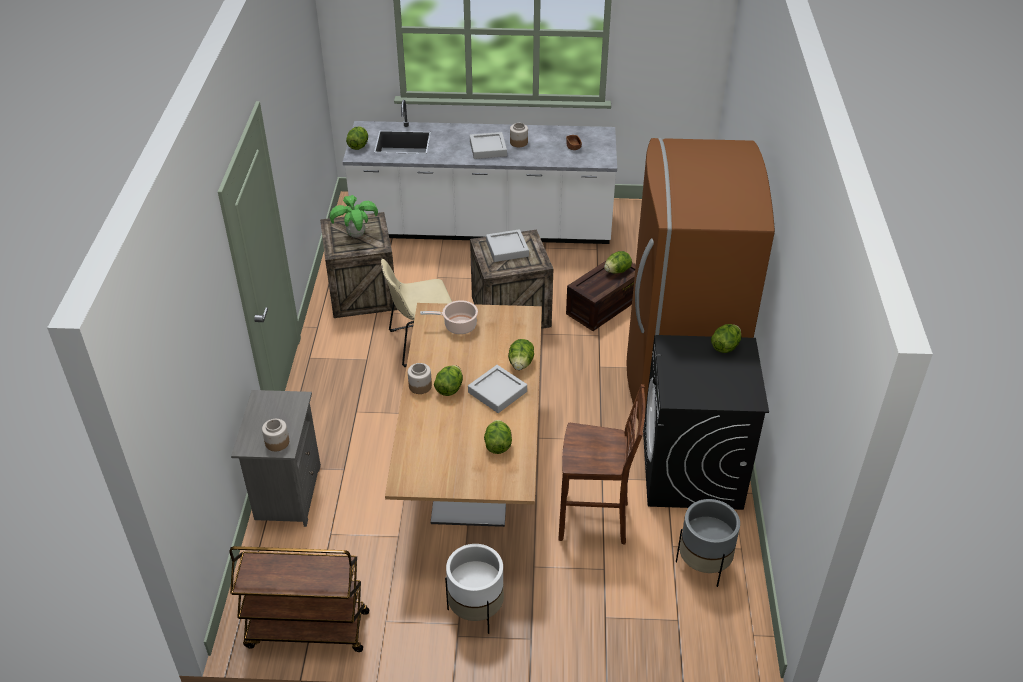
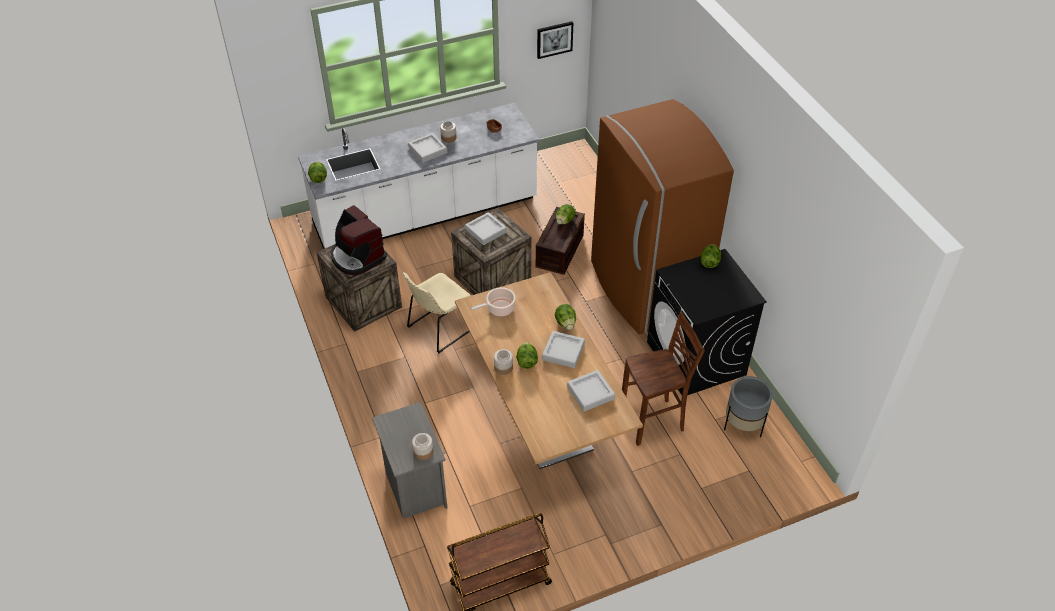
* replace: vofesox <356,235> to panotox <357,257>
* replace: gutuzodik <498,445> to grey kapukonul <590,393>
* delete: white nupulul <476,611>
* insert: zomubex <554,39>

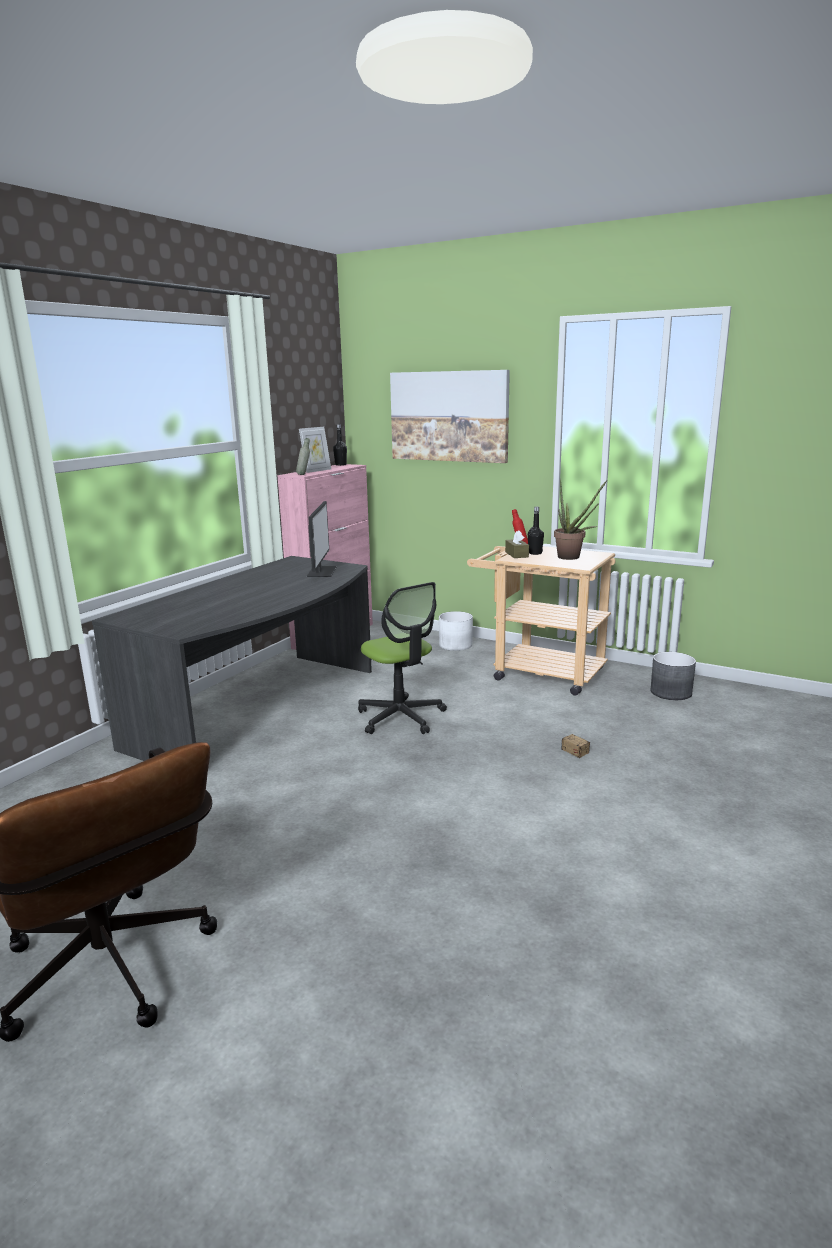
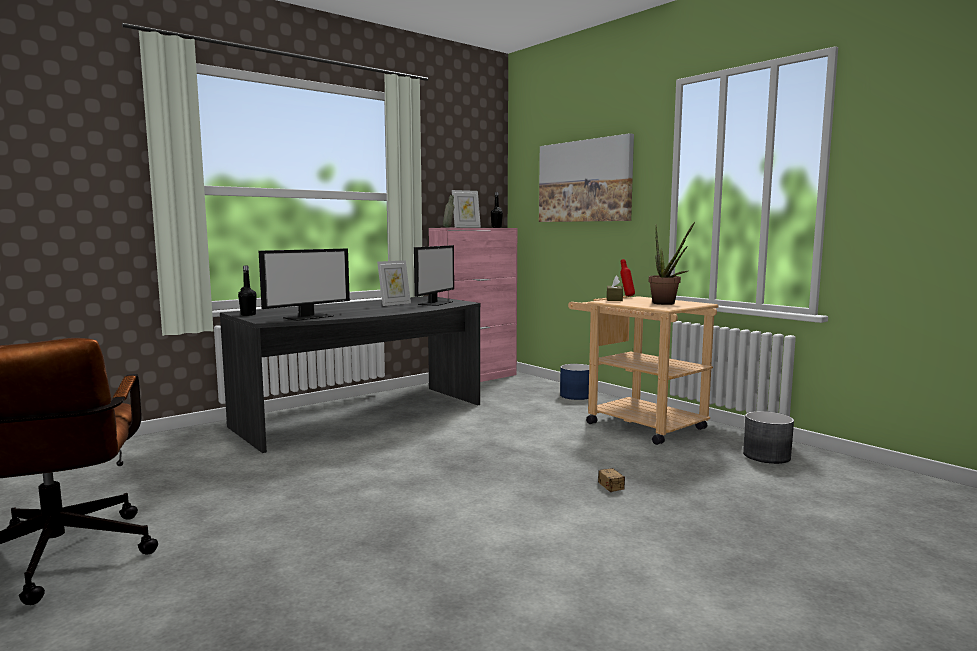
* move: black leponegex <535,553> to <248,315>
* delete: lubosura <401,717>
* recolor: white nupulul <456,645> to blue nupulul <576,395>
* insert: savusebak <308,317>
* insert: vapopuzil <394,304>

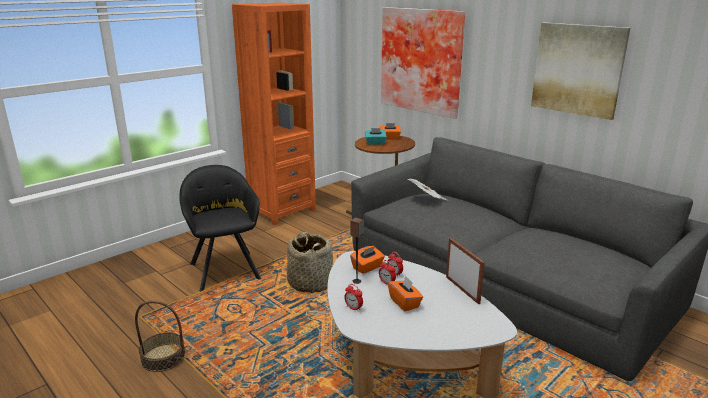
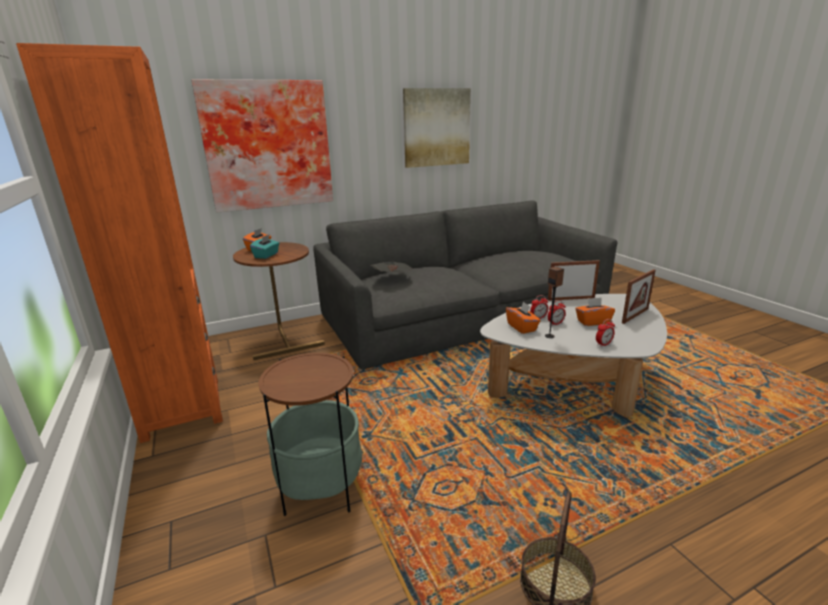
* replace: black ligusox <225,269> to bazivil <321,489>
* delete: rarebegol <310,283>
* insert: vapopuzil <635,315>

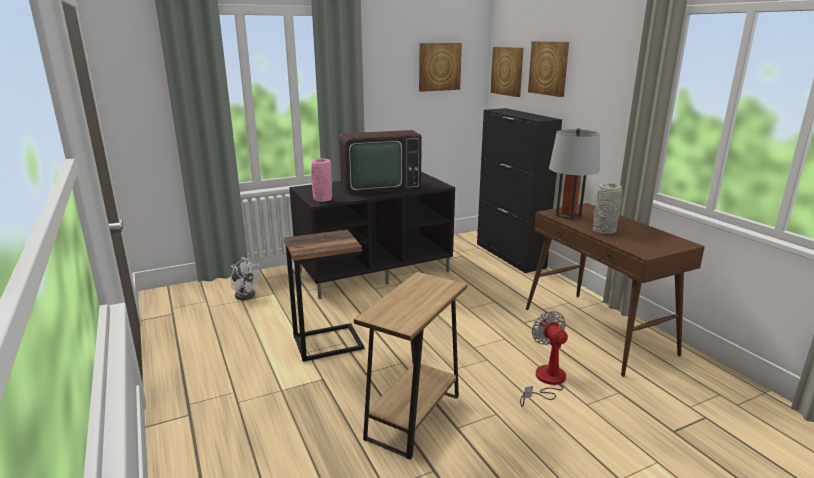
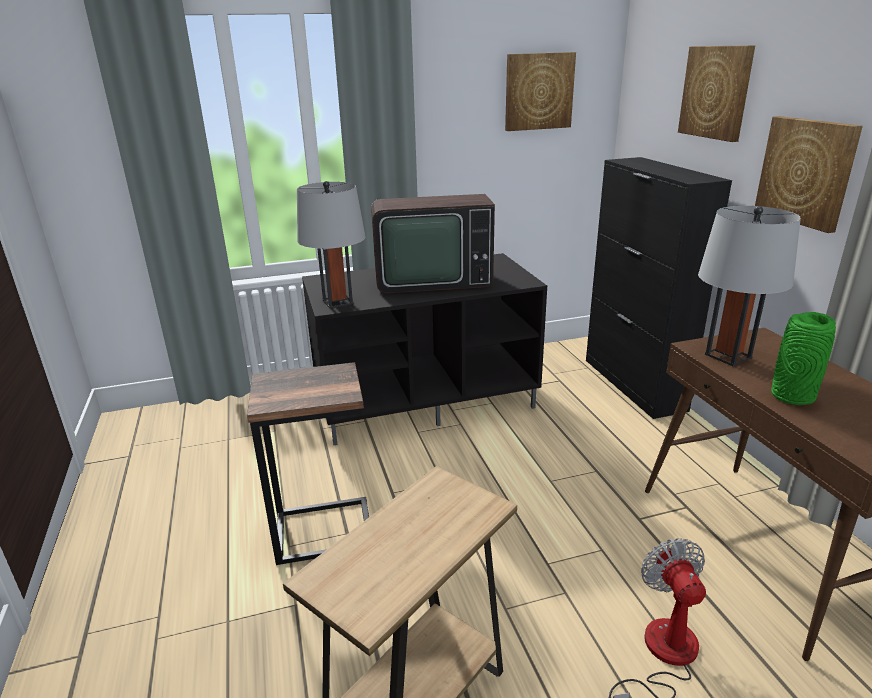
* move: zomubex <508,71> to <806,172>
* replace: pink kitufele <322,199> to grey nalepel <337,302>
* recolor: grey kitufele <603,231> to green kitufele <792,396>
* delete: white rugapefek <245,294>

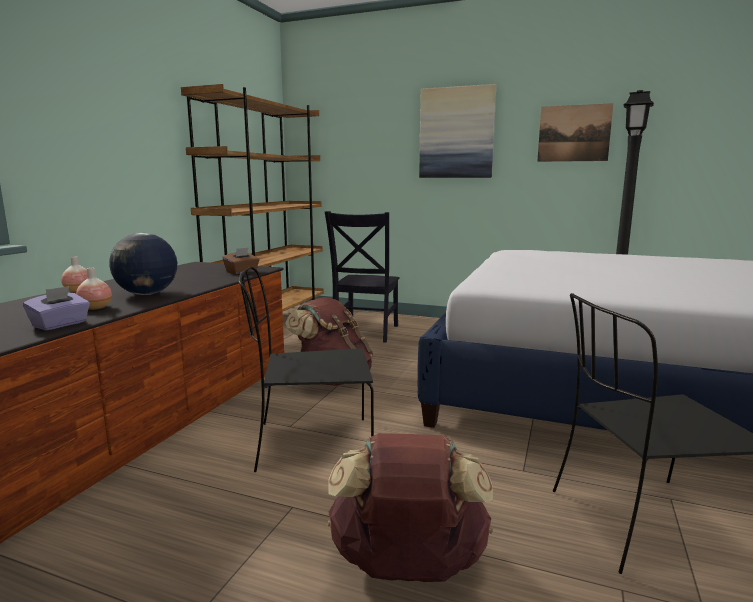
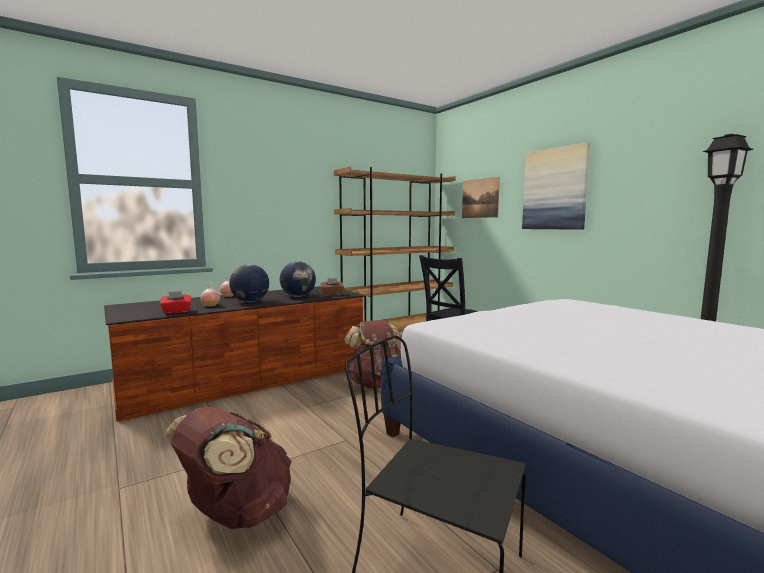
* move: zomubex <574,133> to <480,198>
* delete: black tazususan <310,444>
* recolor: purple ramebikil <60,324> to red ramebikil <176,312>
* insert: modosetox <298,296>

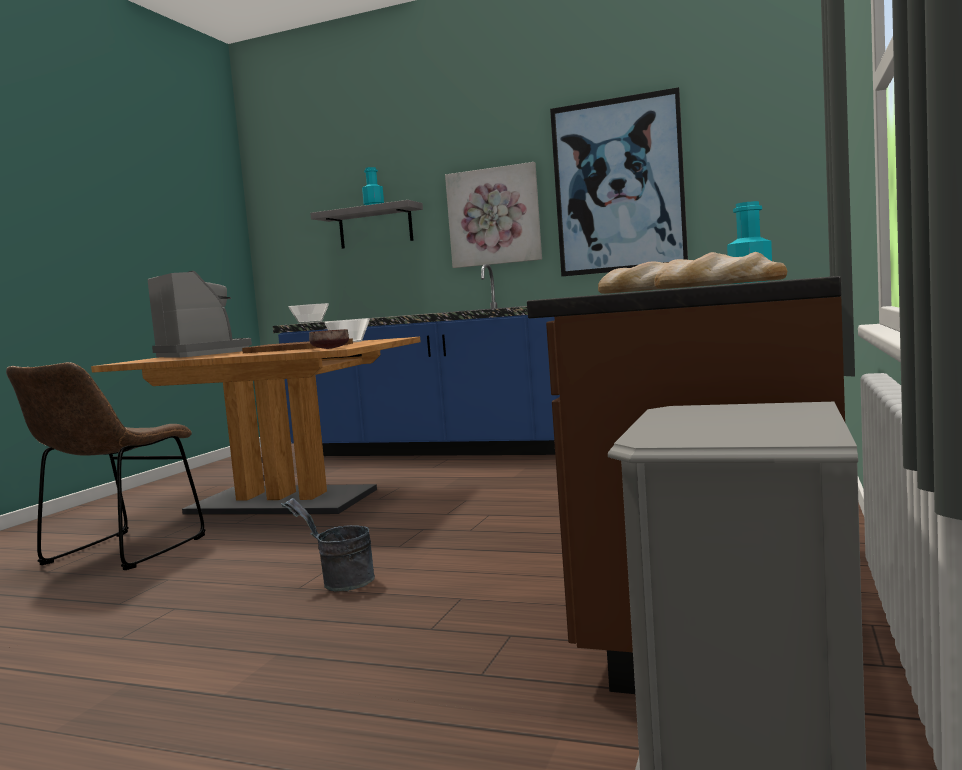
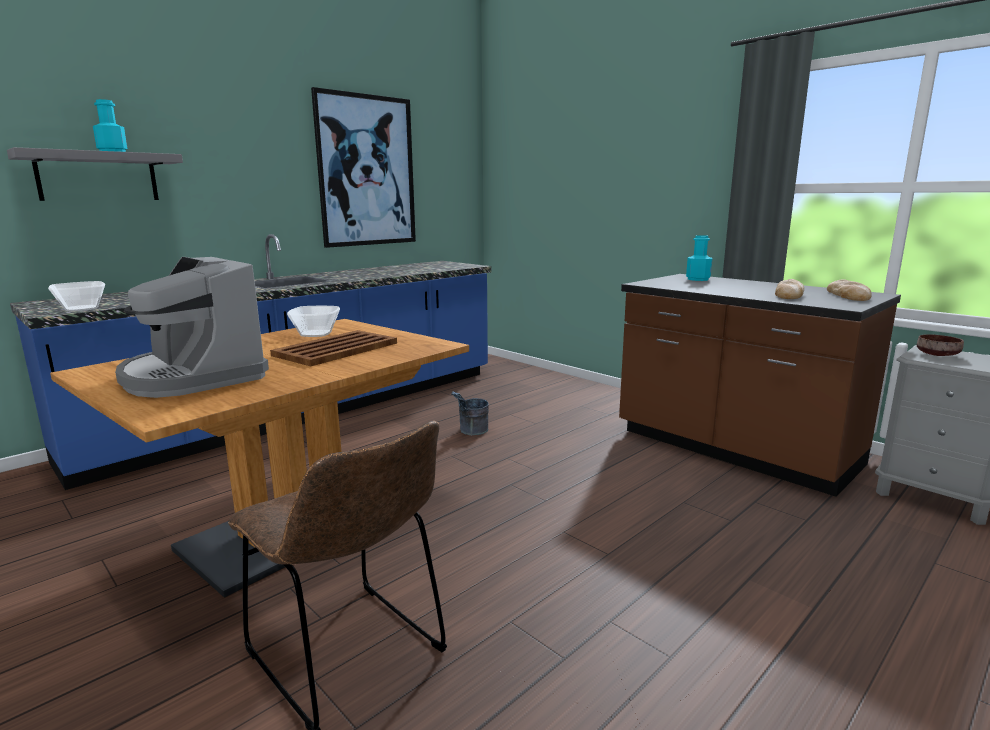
* delete: zomubex <494,216>
* rotate: panotox <205,354> = <193,376> 120 degrees counterclockwise
* move: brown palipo <331,348> to <936,354>
* move: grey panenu <339,583> to <471,432>

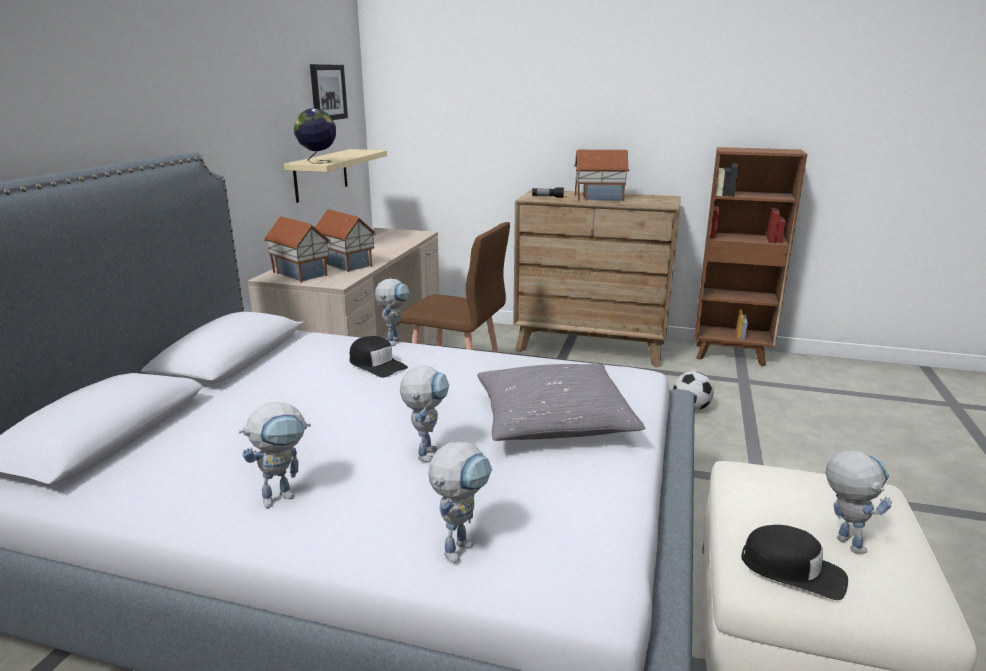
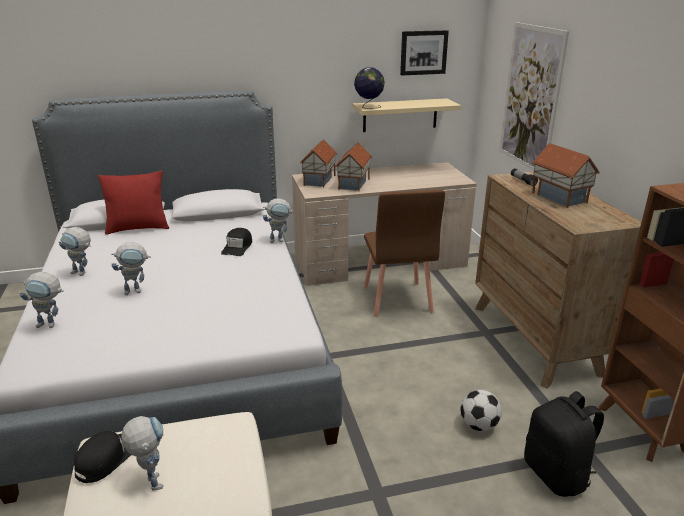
* delete: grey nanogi <553,420>
* rotate: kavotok <842,540> = <151,479> 75 degrees counterclockwise
* rotate: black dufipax <793,570> = <107,458> 150 degrees counterclockwise
* insert: zomubex <531,98>
* insert: red nanogi <138,228>
* insert: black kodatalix <557,475>

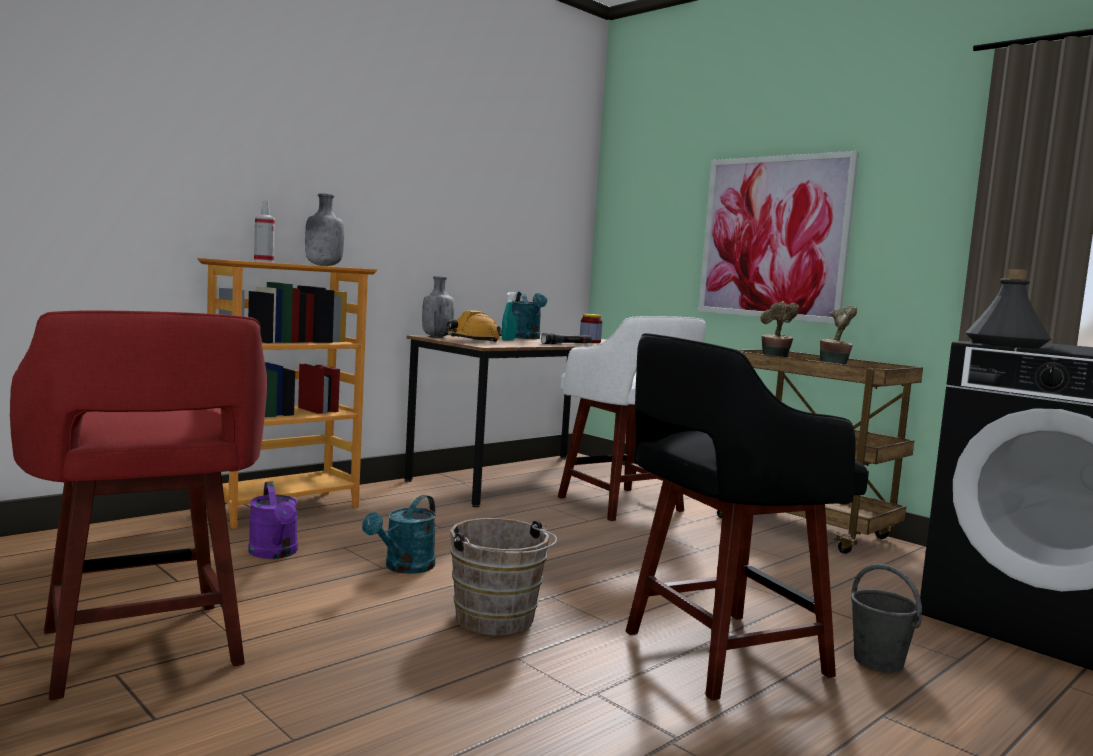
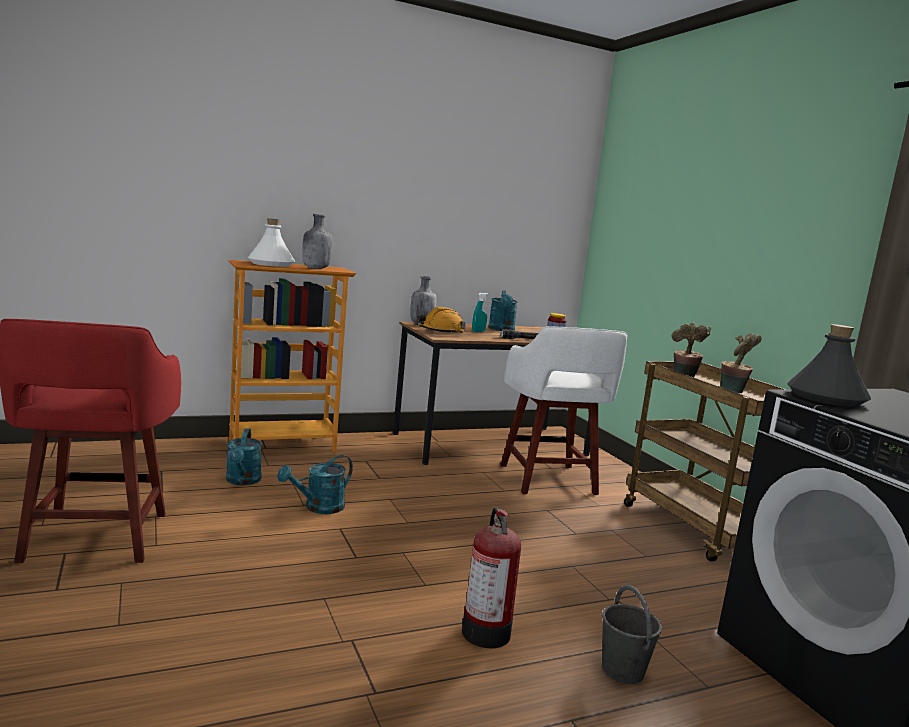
* delete: zomubex <773,237>
* replace: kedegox <264,261> to white leponegex <271,264>
* replace: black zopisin <719,654> to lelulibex <485,631>
* recolor: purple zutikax <275,554> to turquoise zutikax <242,481>
* delete: brown panenu <497,621>

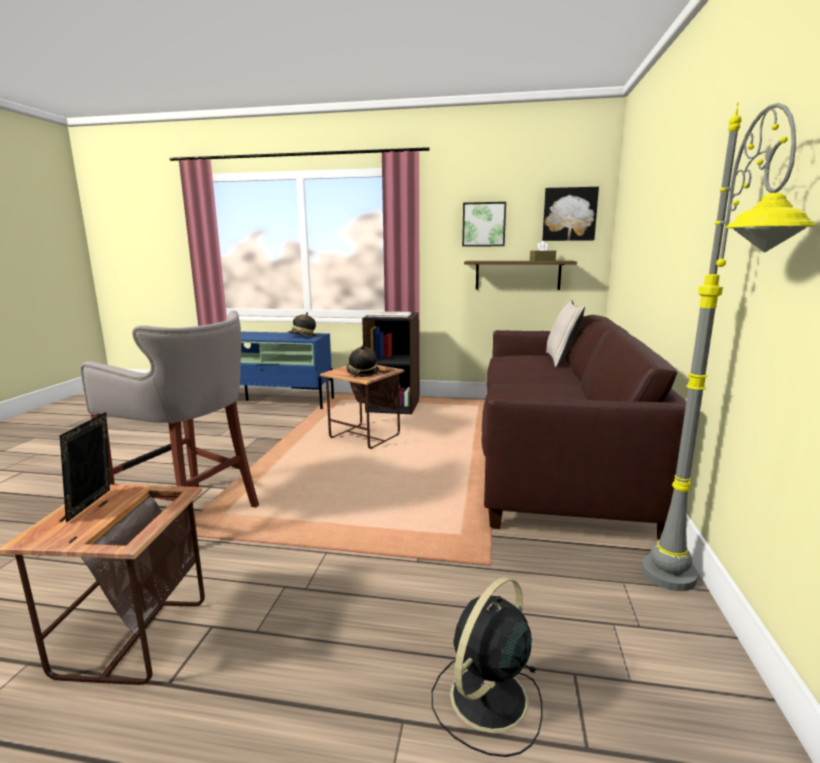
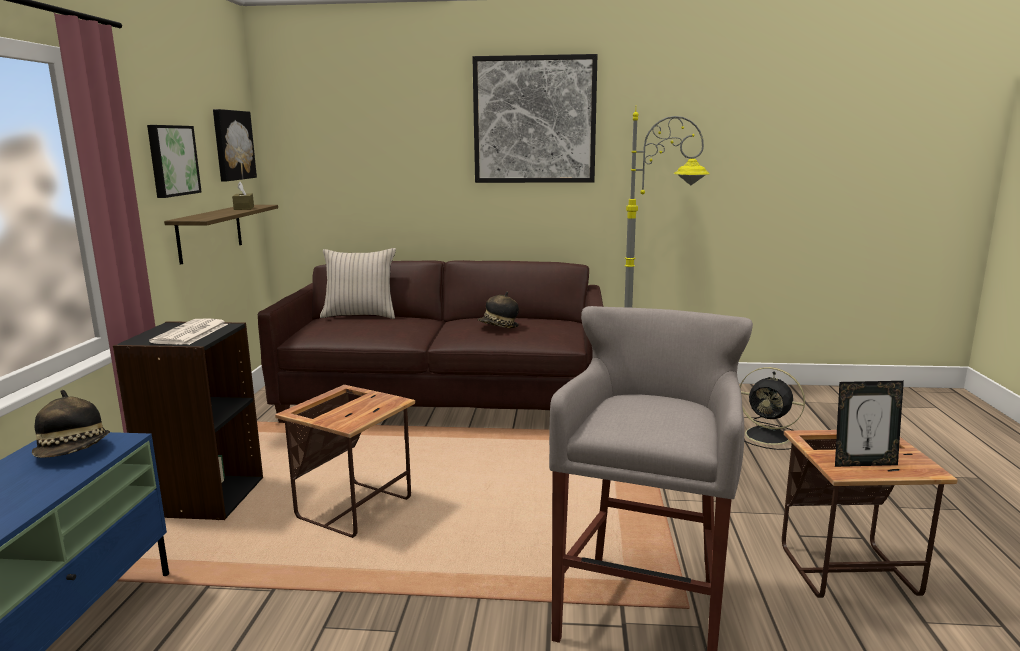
* move: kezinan <362,373> to <498,327>
* insert: zomubex <534,120>

